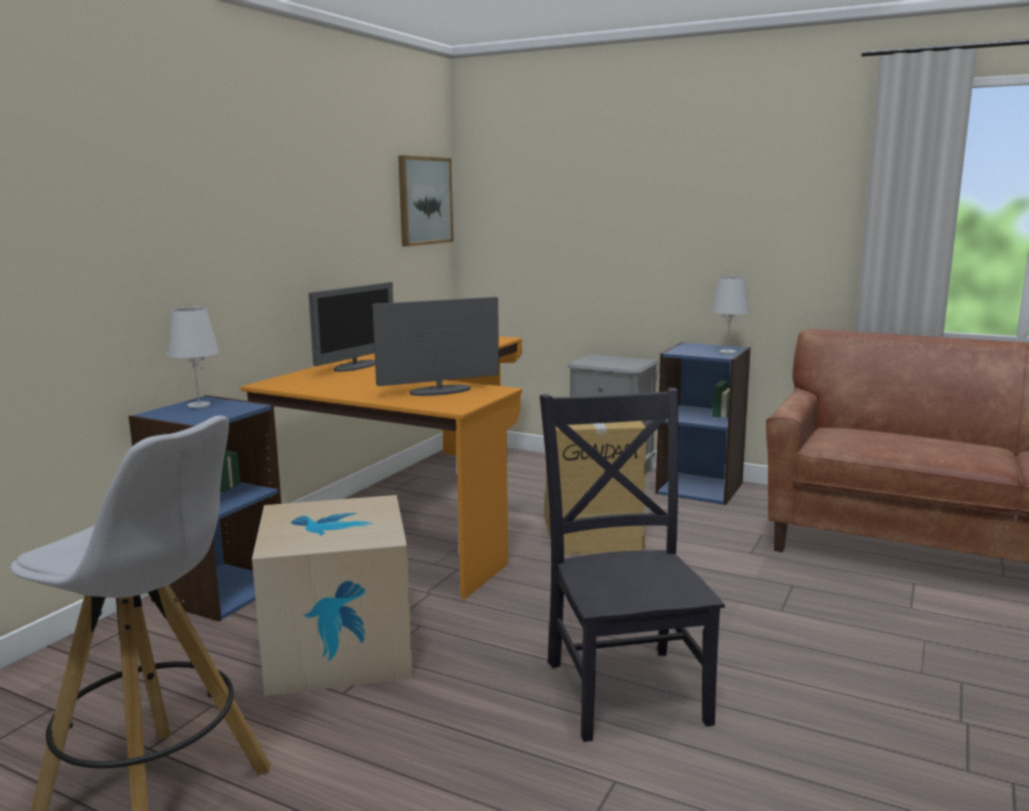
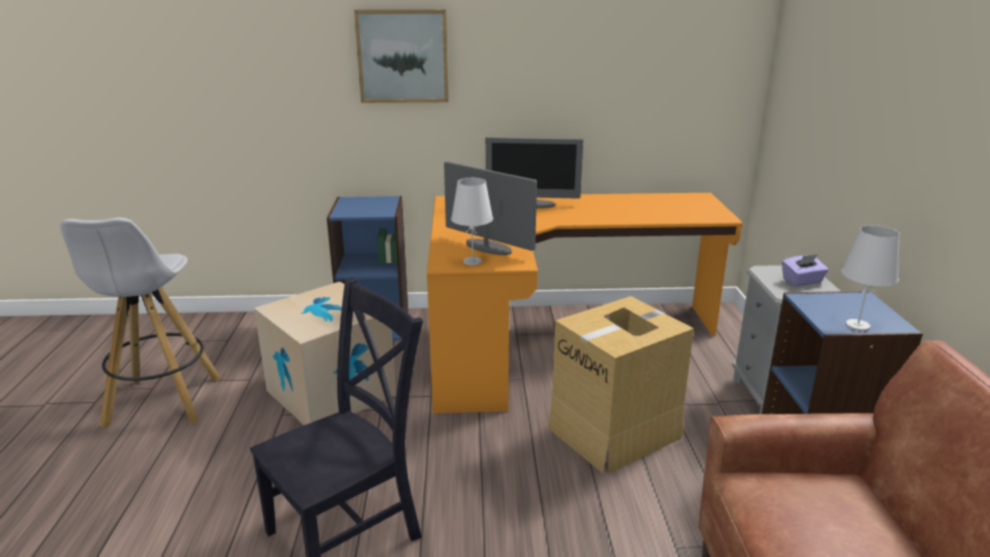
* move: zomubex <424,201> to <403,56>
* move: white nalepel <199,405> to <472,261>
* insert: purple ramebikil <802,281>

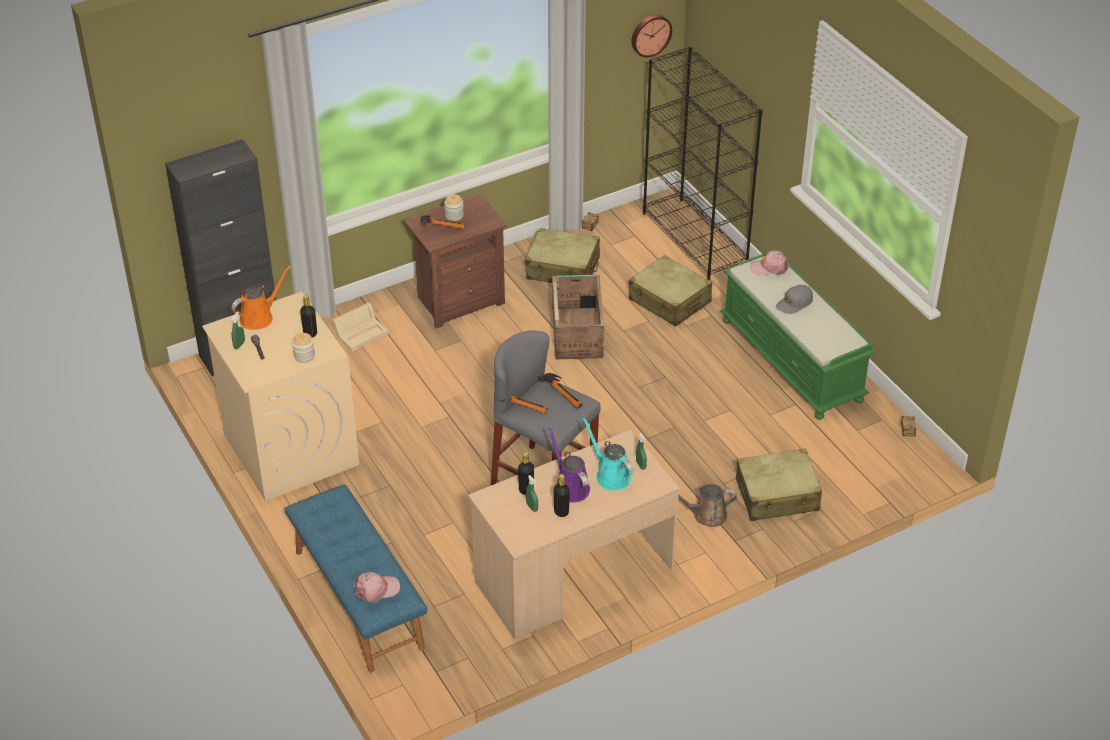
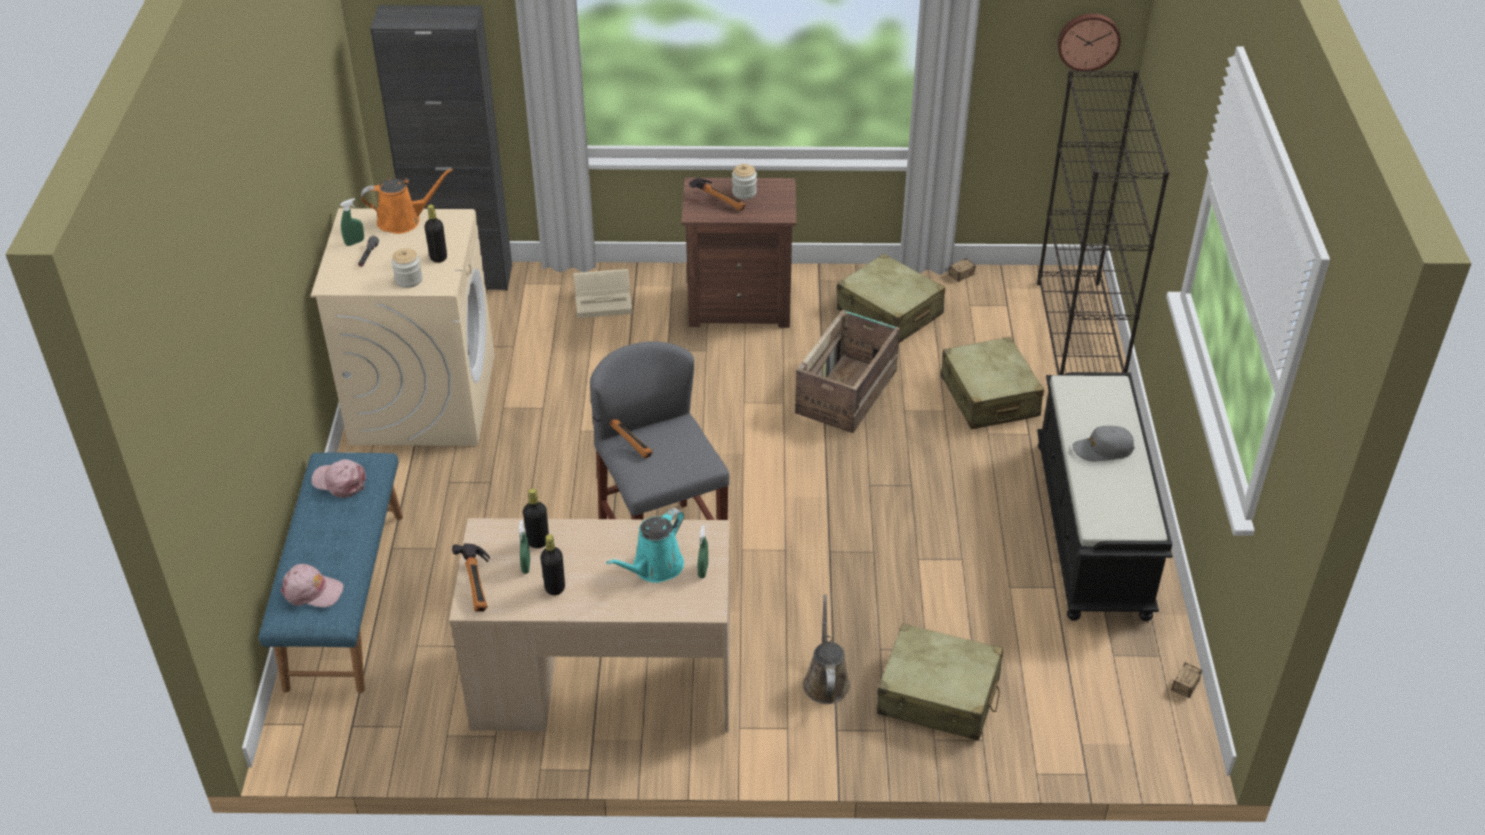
* recolor: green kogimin <793,360> to black kogimin <1093,529>
* move: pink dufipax <769,267> to <340,482>
* move: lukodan <564,395> to <479,585>
* rotate: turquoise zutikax <610,475> = <654,568> 135 degrees counterclockwise
* delete: purple zutikax <570,487>
* rotate: brown zutikax <706,515> = <826,680> 60 degrees clockwise

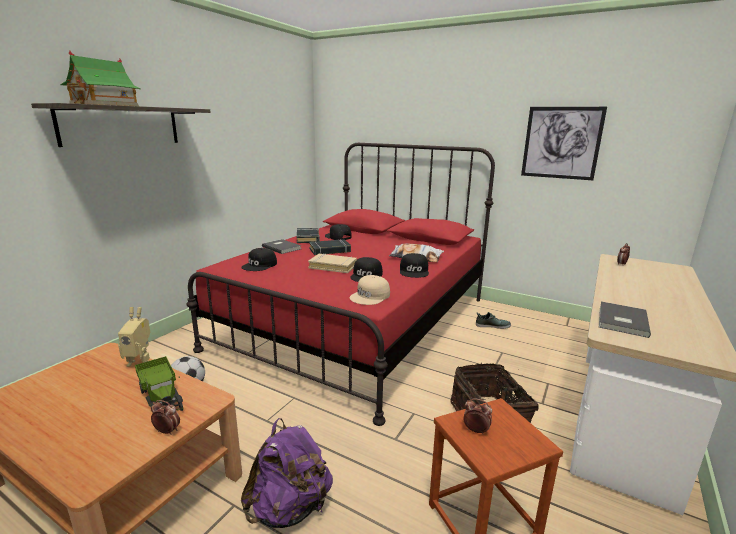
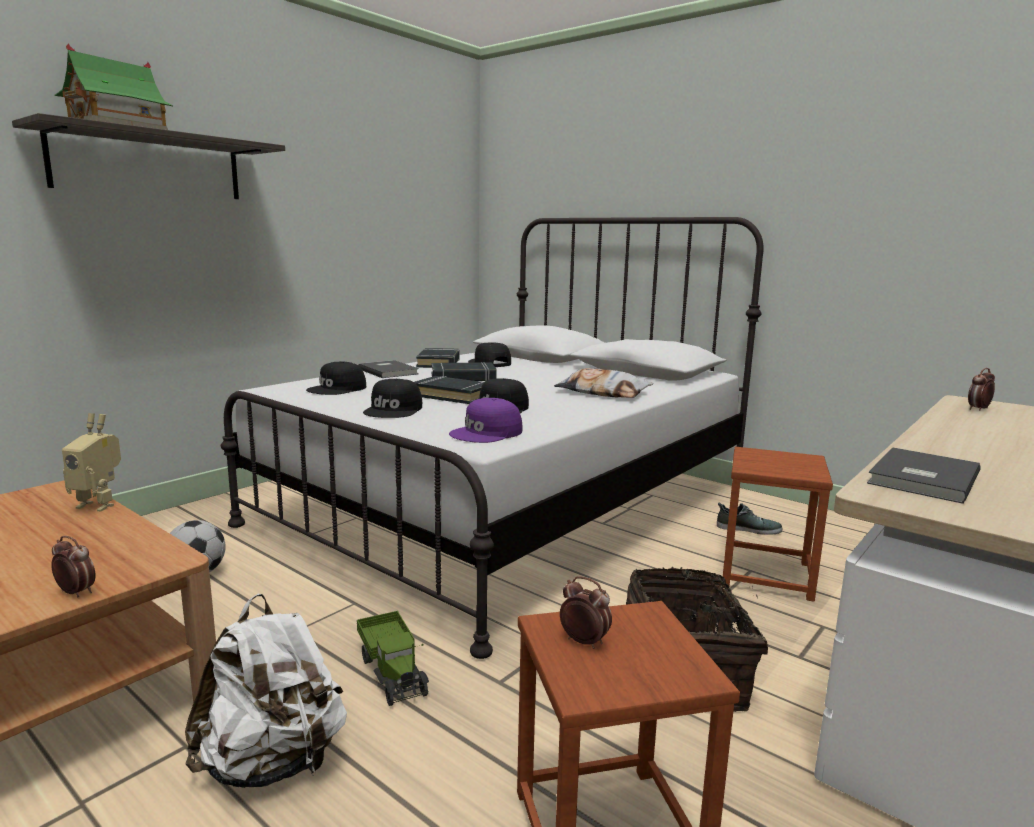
* delete: zomubex <561,143>
* recolor: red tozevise <357,322> to white tozevise <507,506>
* move: black dufipax <414,271> to <394,410>
* recolor: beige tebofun <333,266> to black tebofun <453,396>
* recolor: beige dufipax <370,296> to purple dufipax <487,433>
* move: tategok <161,396> to <393,671>
* recolor: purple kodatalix <289,508> to white kodatalix <273,763>
* insert: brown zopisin <765,574>

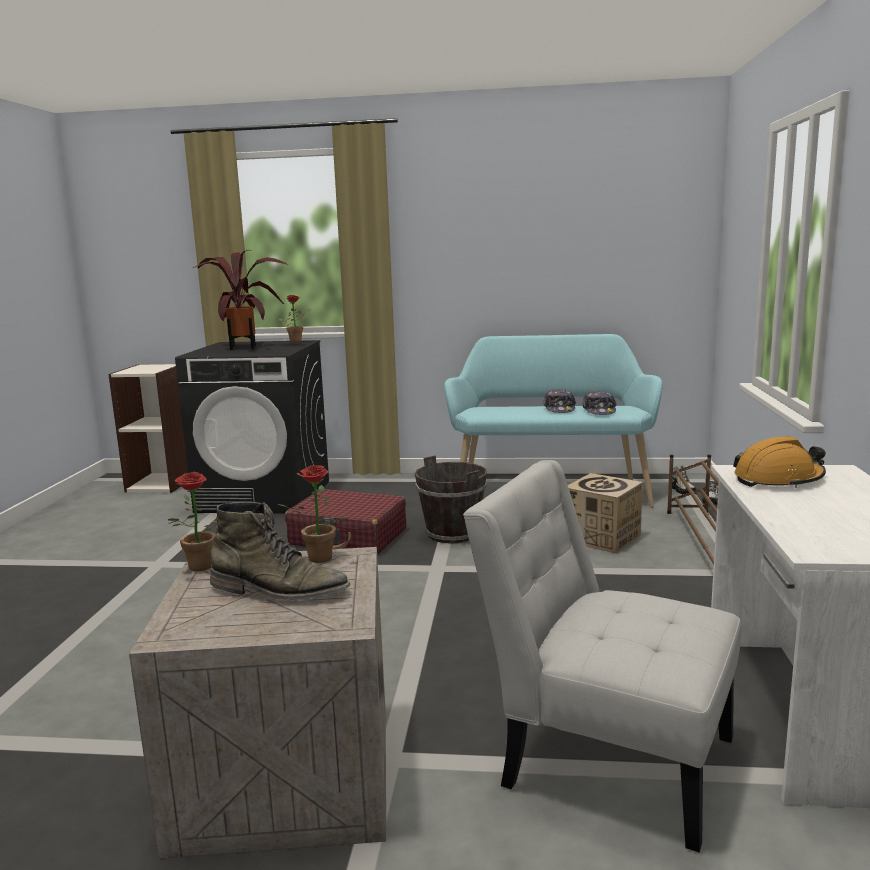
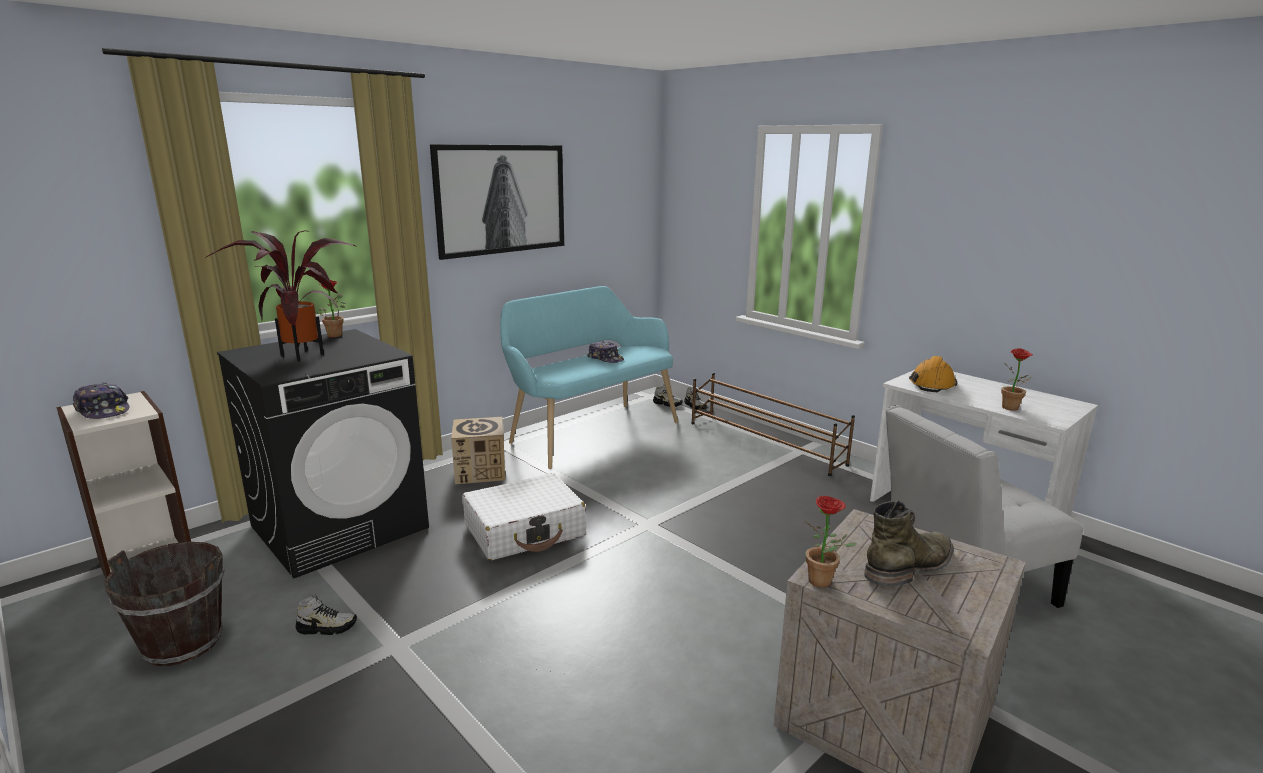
* move: dufipax <599,411> to <103,410>
* move: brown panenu <453,534> to <183,643>
* move: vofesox <316,559> to <1012,409>
* move: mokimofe <602,538> to <480,471>
* recolor: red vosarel <348,537> to white vosarel <525,531>
* insert: zomubex <501,199>
* insert: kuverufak <327,627>

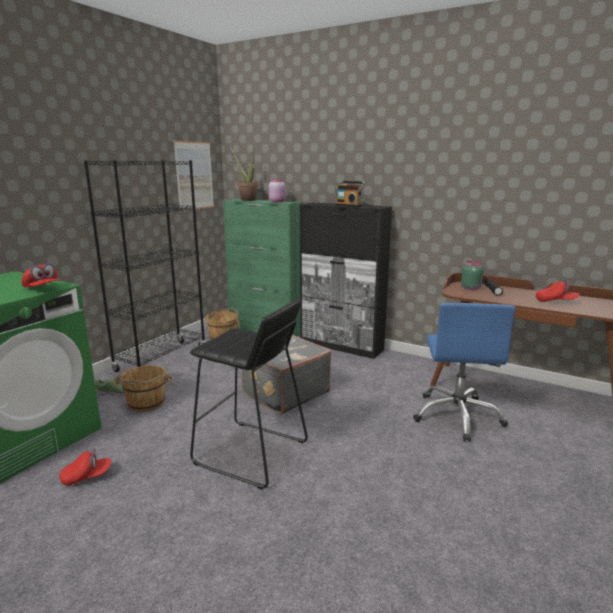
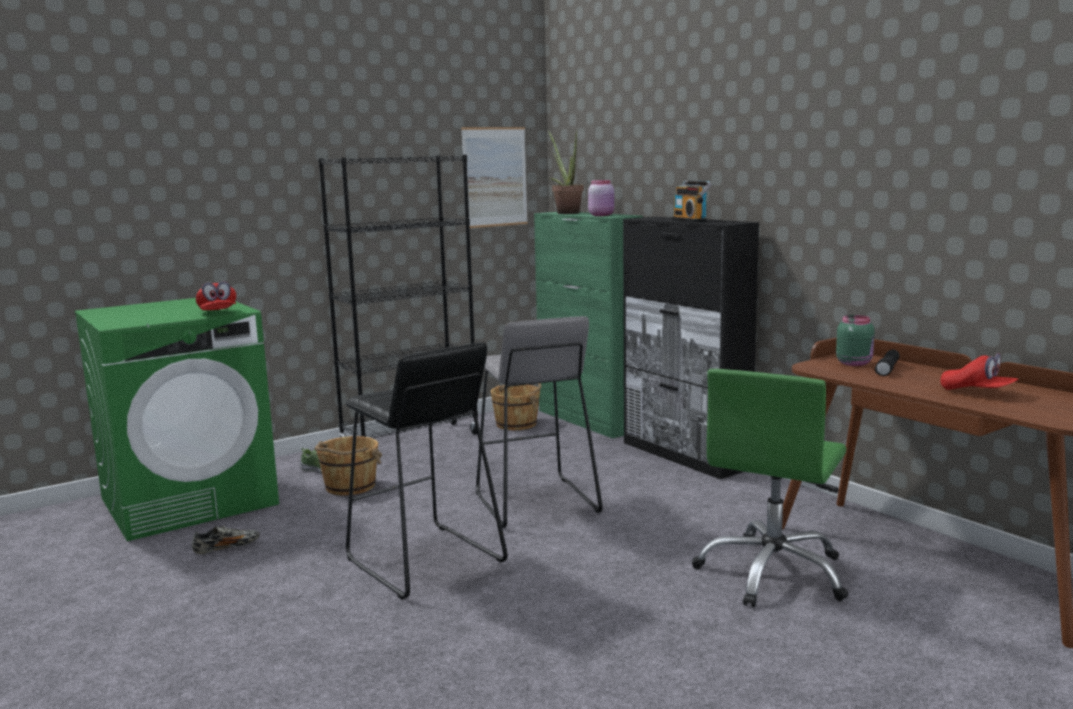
* recolor: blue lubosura <457,416> to green lubosura <773,573>
* replace: grey vosarel <284,393> to grey zopisin <535,503>
* replace: red dufipax <87,477> to kuverufak <226,548>

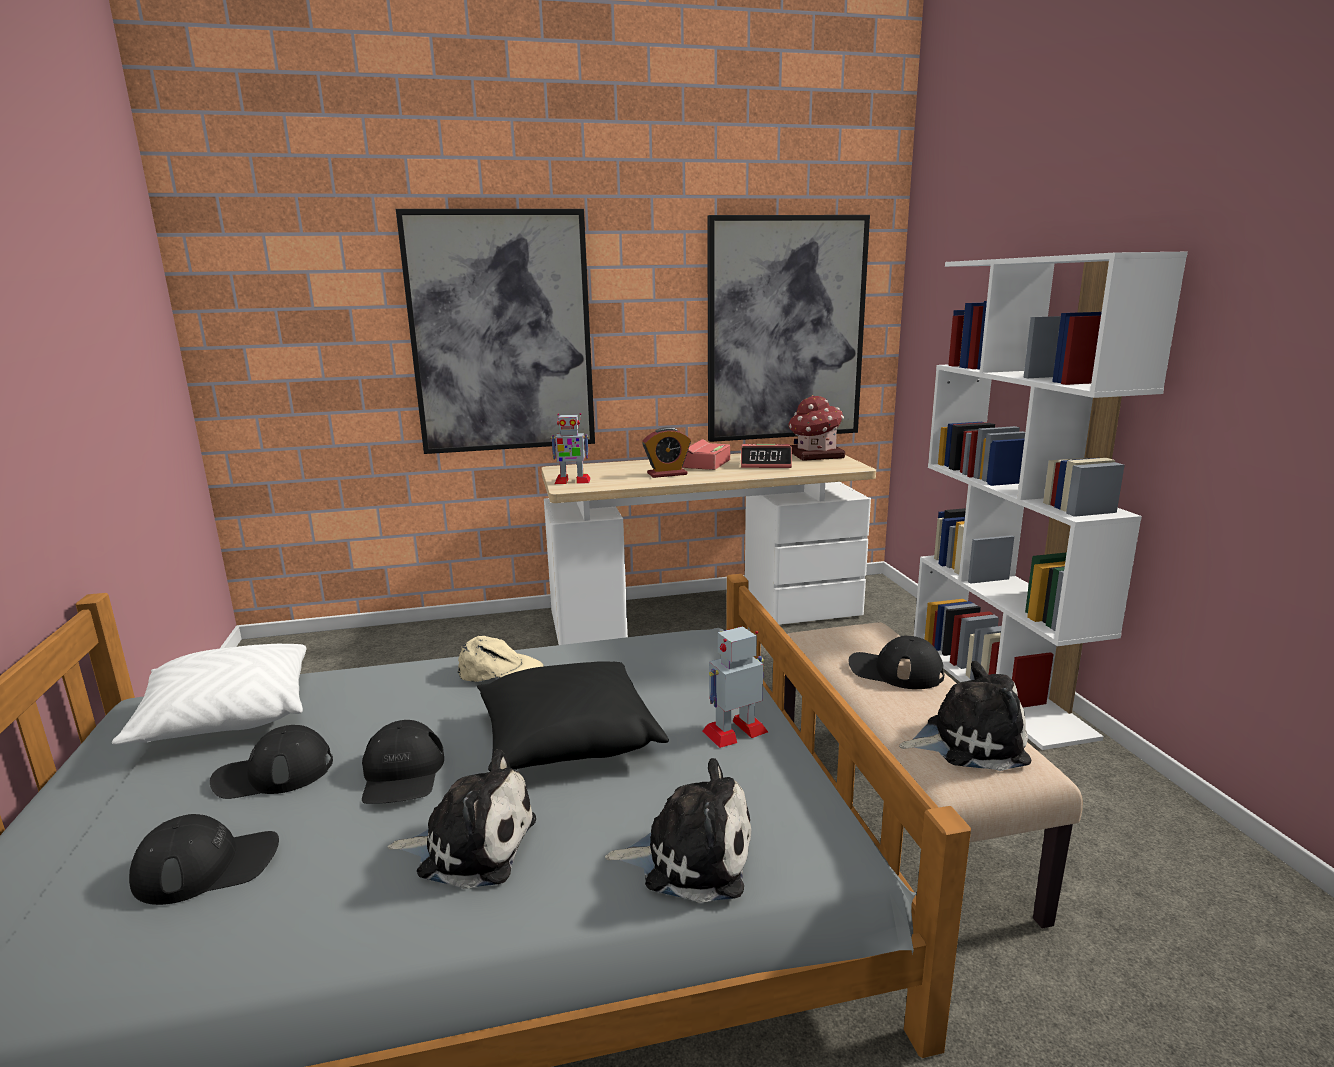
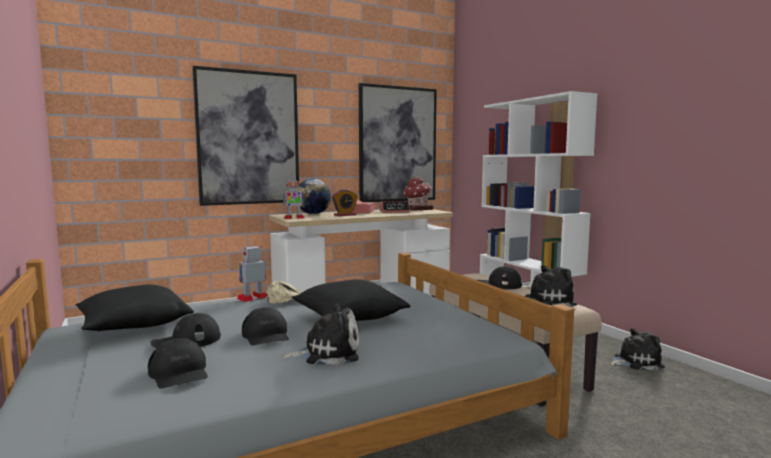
* move: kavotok <735,731> to <253,297>
* recolor: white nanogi <227,716> to black nanogi <134,325>
* move: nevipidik <690,857> to <635,362>
* rotate: black dufipax <208,866> = <179,373> 90 degrees clockwise
* insert: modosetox <313,214>

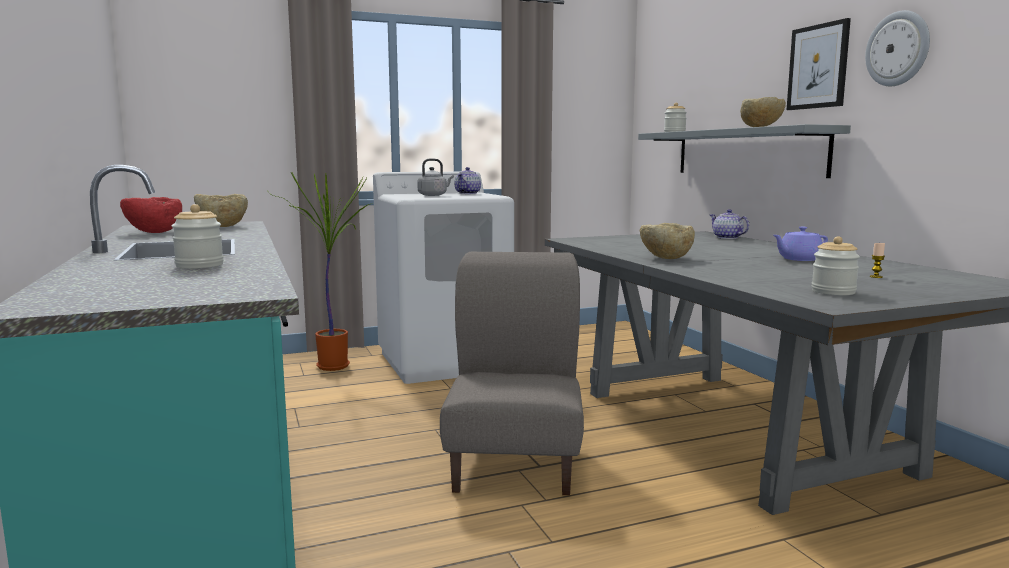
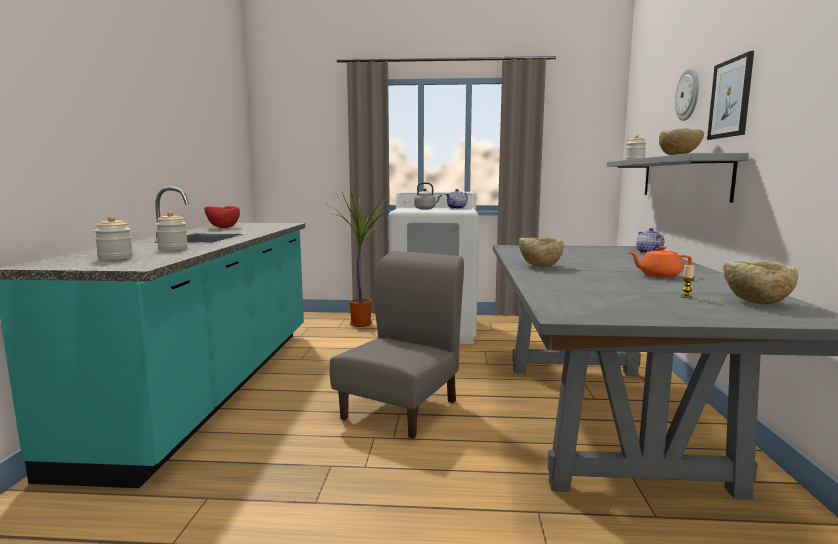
* move: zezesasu <898,49> to <688,94>
* move: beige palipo <222,226> to <755,302>
* recolor: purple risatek <799,259> to orange risatek <658,275>
* move: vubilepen <833,292> to <115,257>

